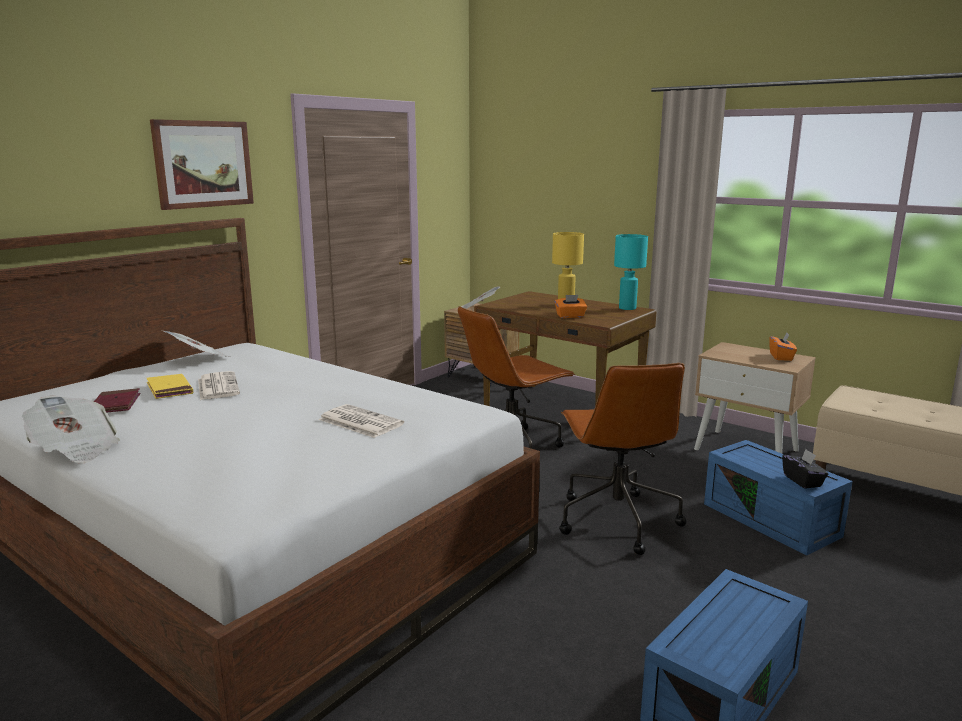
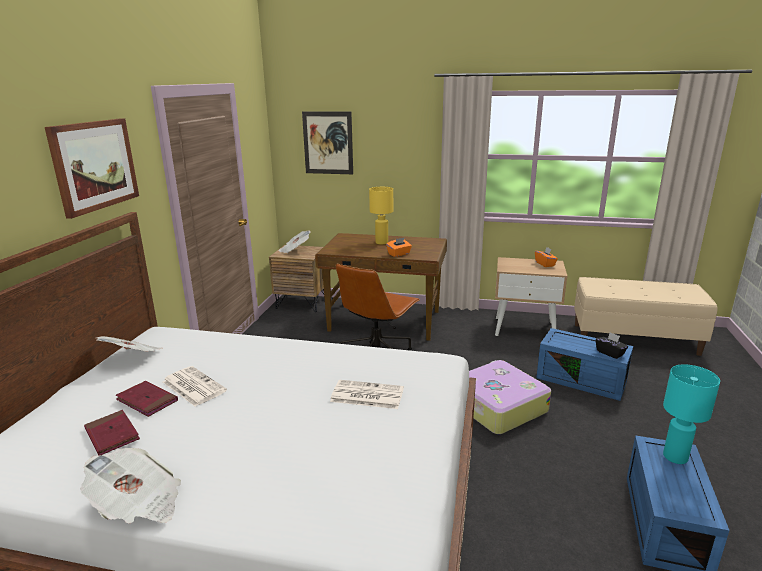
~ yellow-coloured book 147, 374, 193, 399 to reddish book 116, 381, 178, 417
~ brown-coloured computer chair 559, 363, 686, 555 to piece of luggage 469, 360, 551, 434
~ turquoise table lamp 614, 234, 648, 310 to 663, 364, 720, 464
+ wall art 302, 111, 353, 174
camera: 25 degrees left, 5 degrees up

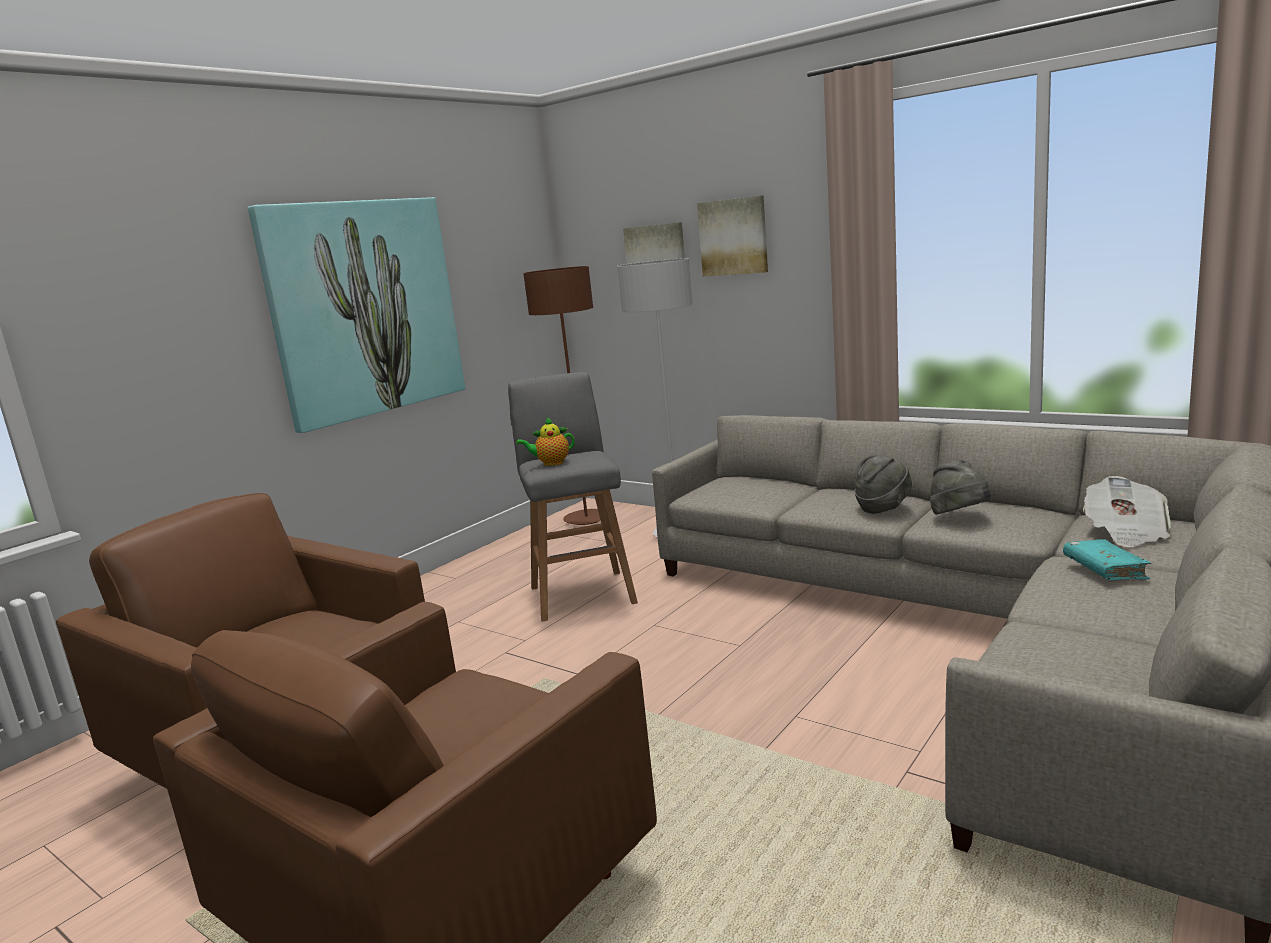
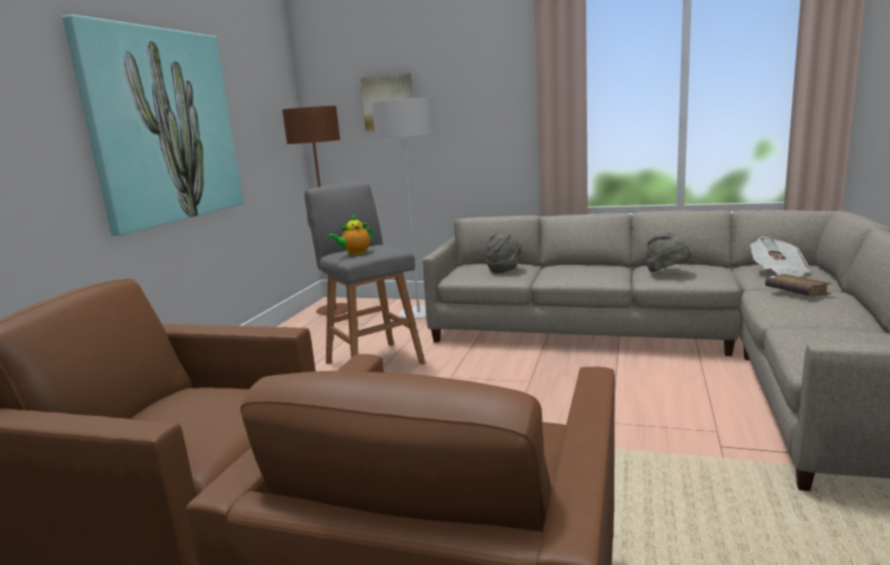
- wall art 697, 195, 768, 276
~ gray clothing hat 854, 455, 912, 514 to 485, 233, 522, 273
~ turquoise book 1063, 539, 1151, 580 to brown-coloured book 765, 274, 831, 297
camera: 20 degrees left, 0 degrees up

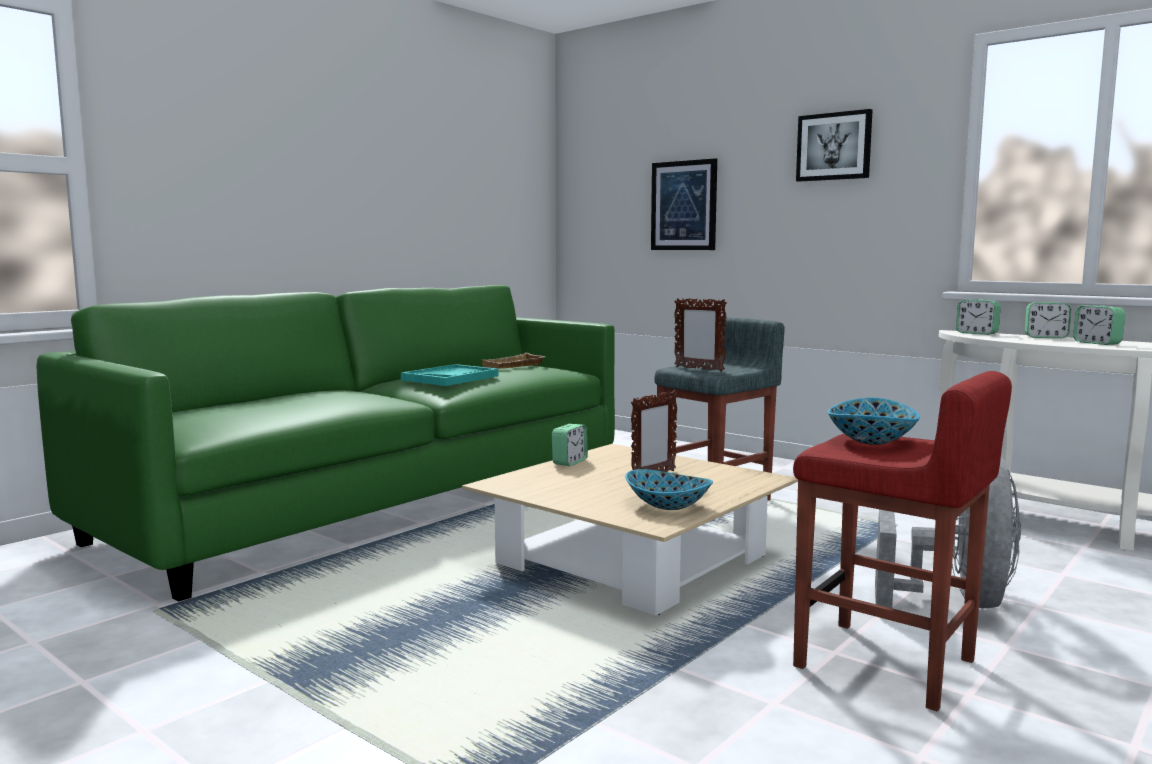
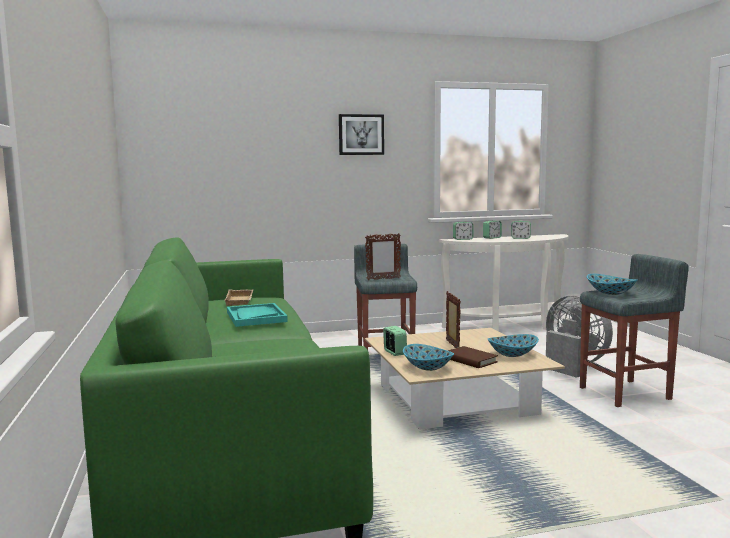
- wall art 651, 158, 717, 250
~ reddish stool 793, 371, 1012, 712 to gray stool 580, 254, 689, 407
+ bowl 403, 344, 454, 371
+ brown-coloured book 448, 346, 498, 368
camera: 55 degrees left, 0 degrees up

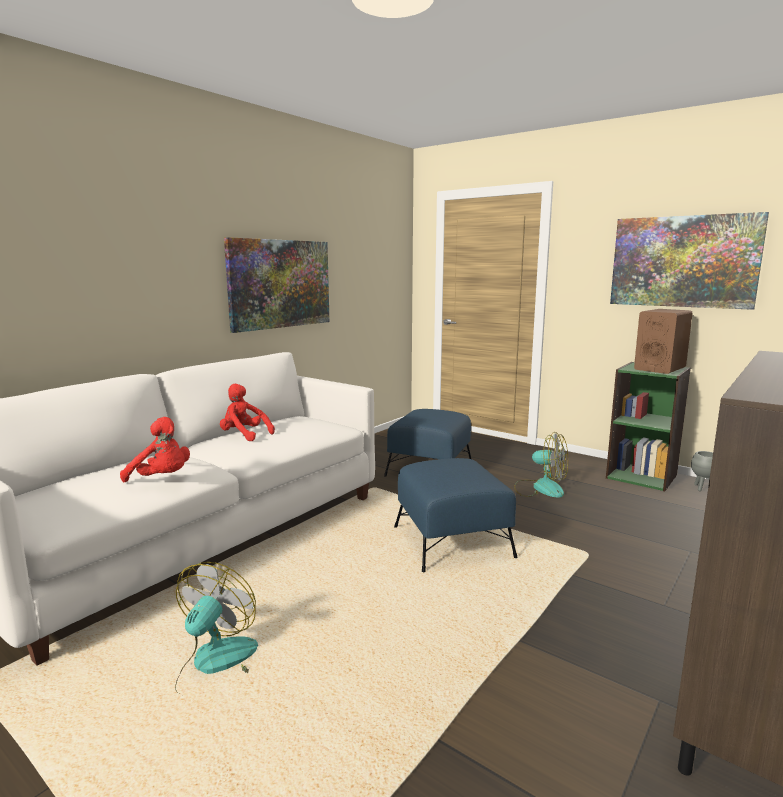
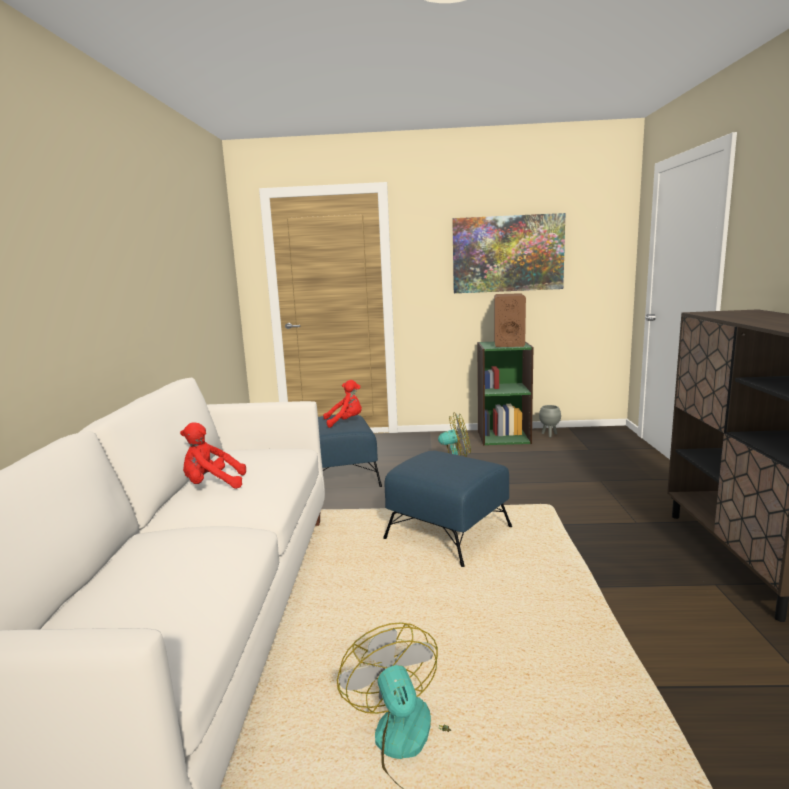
~ reddish cuddly toy 120, 417, 190, 482 to 323, 380, 362, 428
- wall art 224, 237, 330, 333
camera: 35 degrees left, 0 degrees up

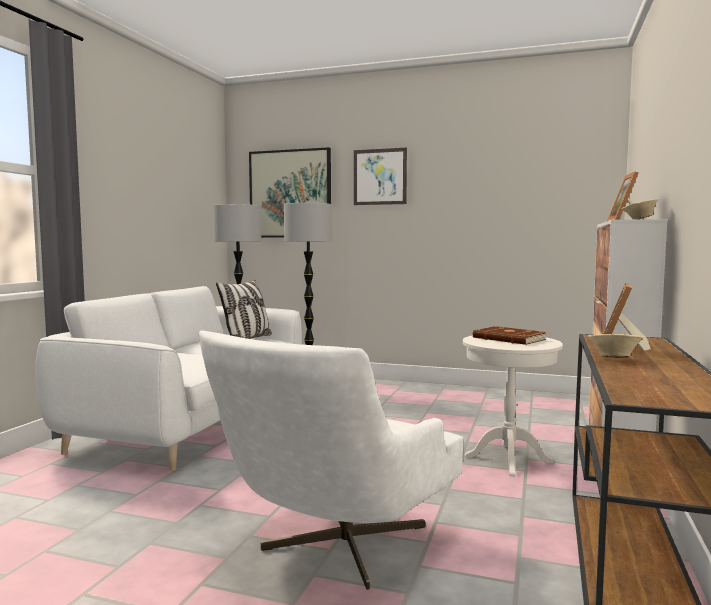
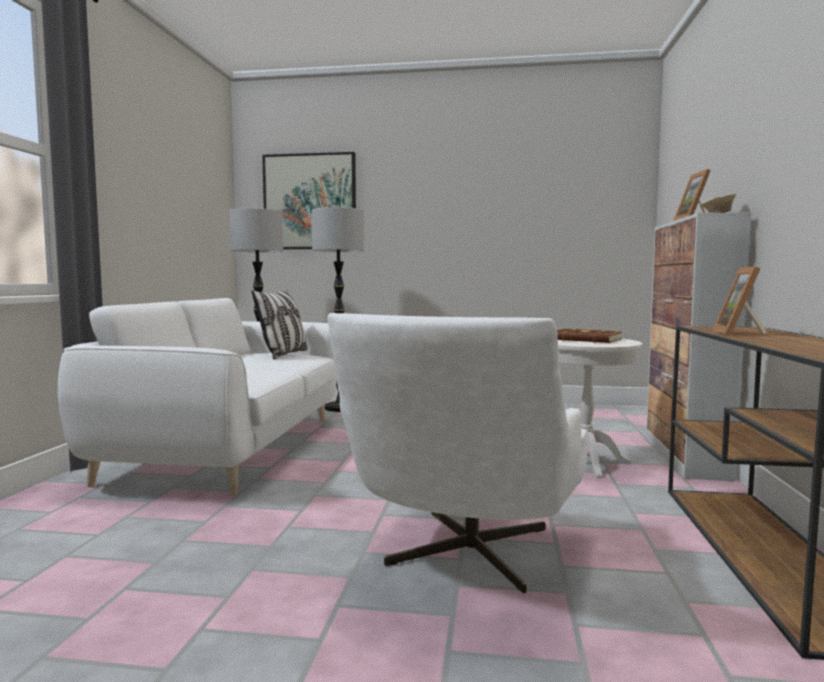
- wall art 354, 148, 407, 205
- sand-coloured bowl 588, 334, 644, 358
camera: 10 degrees left, 0 degrees up

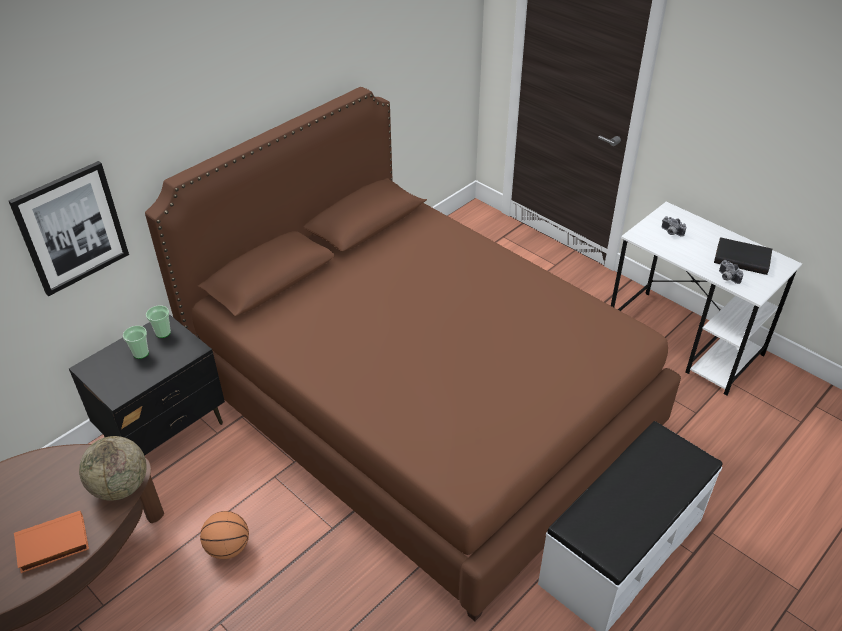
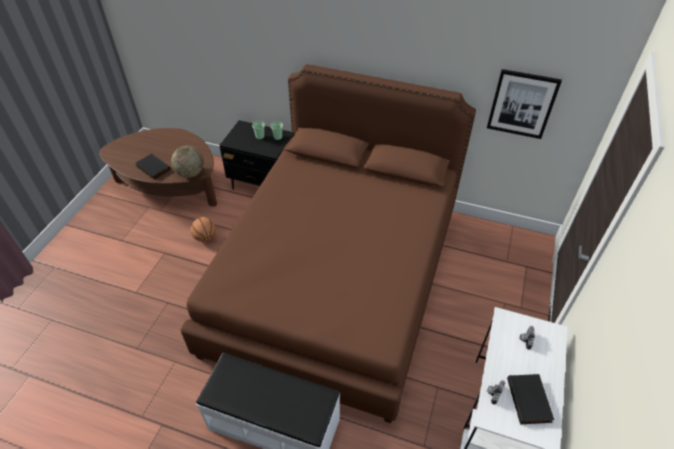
~ wall art 9, 161, 129, 296 to 487, 69, 562, 139
~ orange book 14, 511, 89, 573 to black book 135, 153, 171, 180
camera: 65 degrees right, 5 degrees up

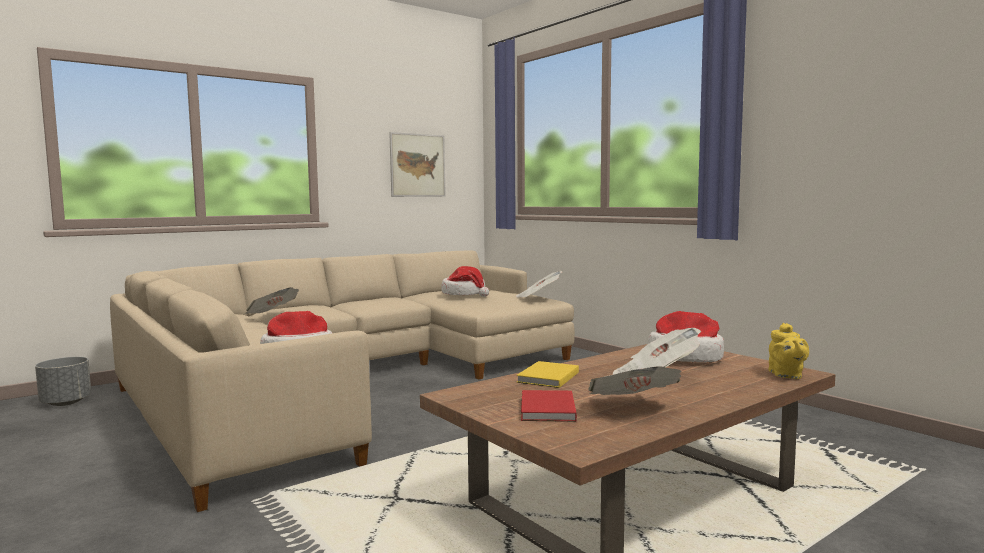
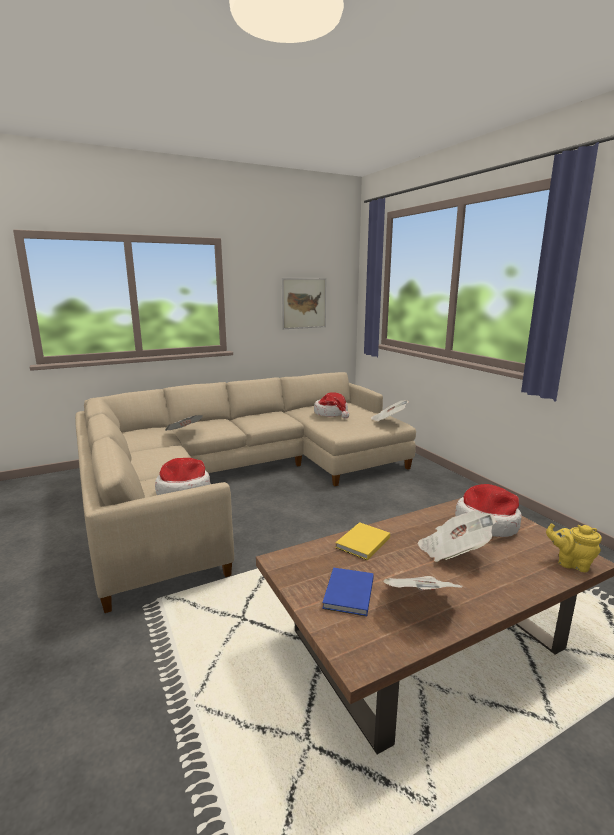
- gray planter 35, 357, 91, 406
~ reddish book 521, 390, 577, 422 to blue-coloured book 322, 567, 374, 616
~ yellow-coloured pot for tea 769, 323, 809, 379 = 546, 523, 602, 572 105 degrees clockwise
camera: 10 degrees right, 10 degrees up

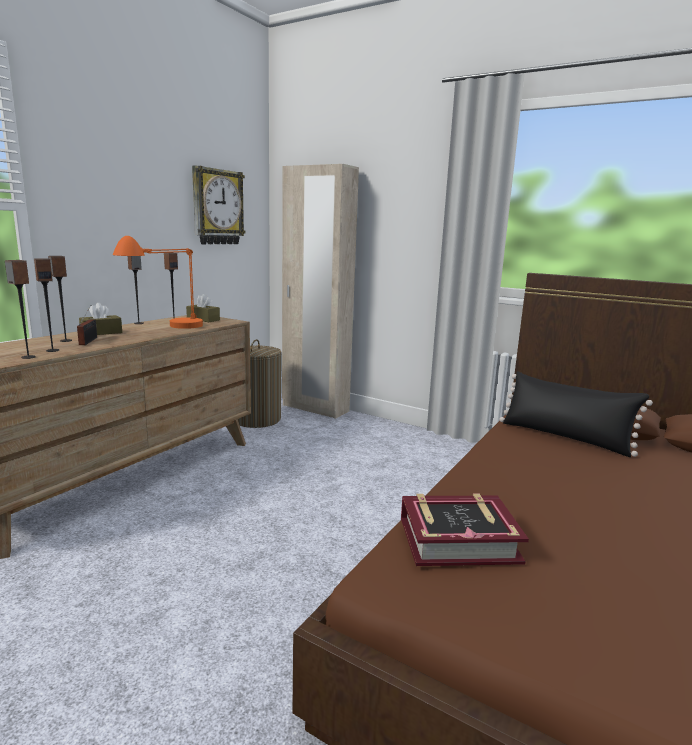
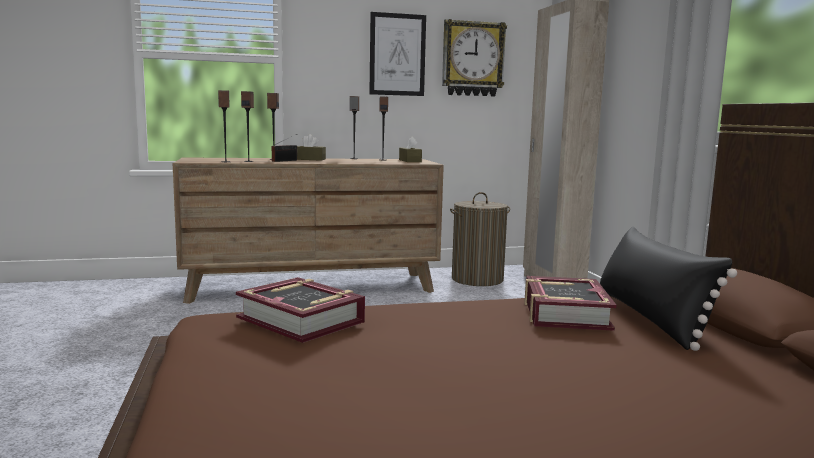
- orange table lamp 113, 236, 203, 329
+ wall art 370, 12, 426, 96
+ book 524, 276, 617, 331
camera: 45 degrees right, 5 degrees down

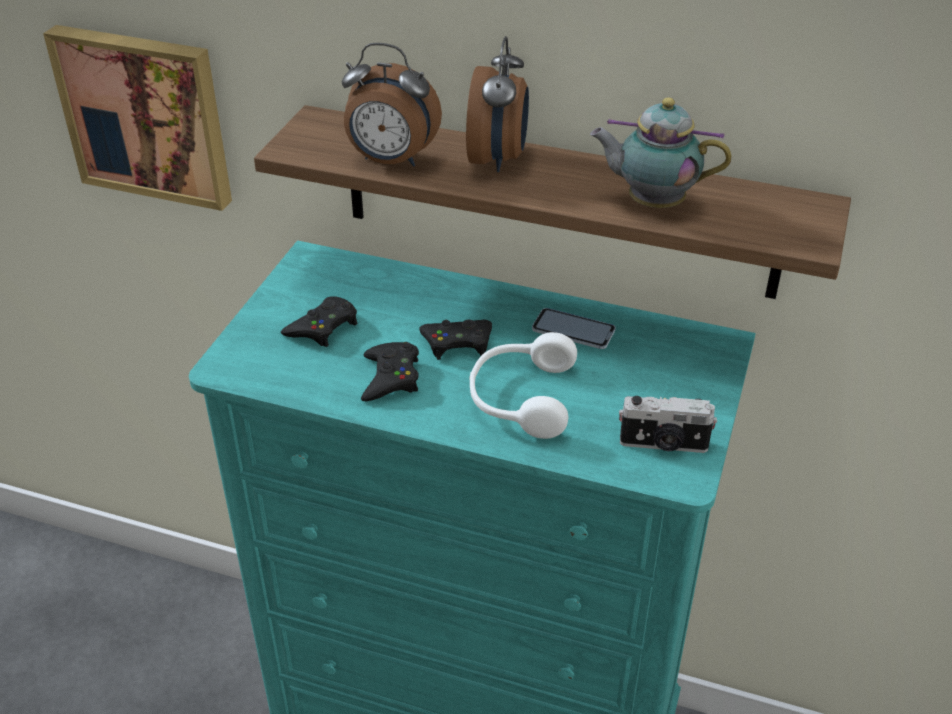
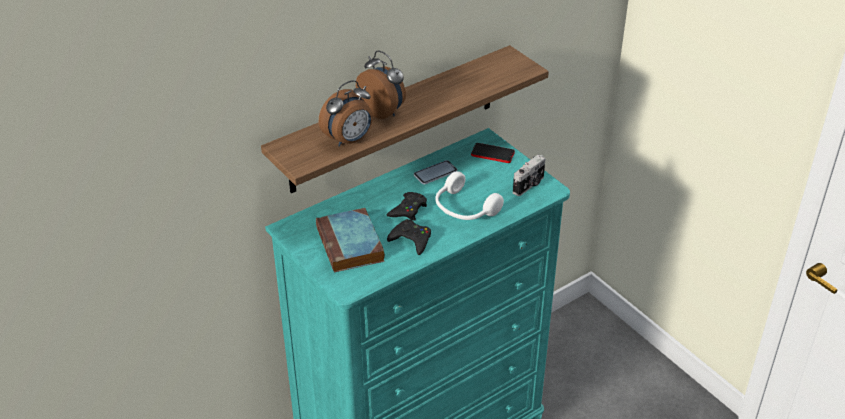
- wall art 43, 25, 232, 211
~ black gamepad 281, 296, 357, 347 to book 316, 208, 385, 273
- pot for tea 590, 98, 732, 208
+ phone 471, 143, 515, 163
camera: 55 degrees left, 0 degrees up

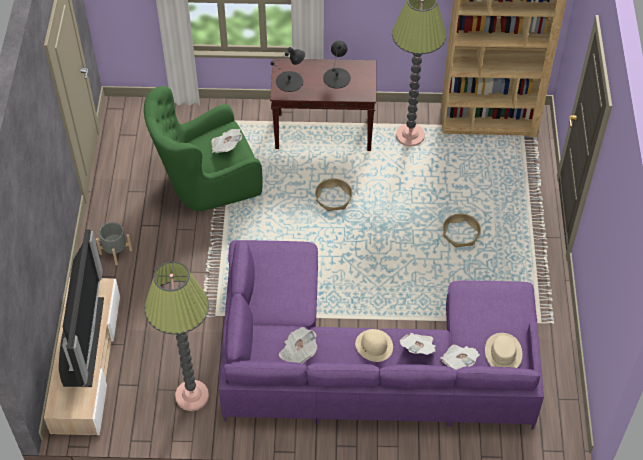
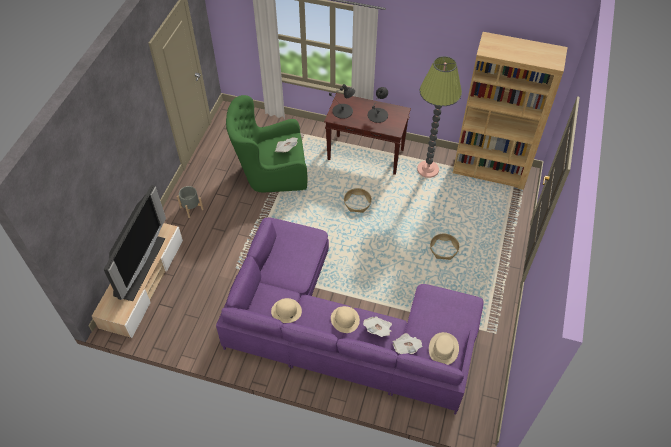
- standard lamp 144, 261, 209, 411
~ printed paper 279, 327, 317, 364 to sand-coloured clothing hat 271, 298, 302, 323
camera: 15 degrees right, 0 degrees up

